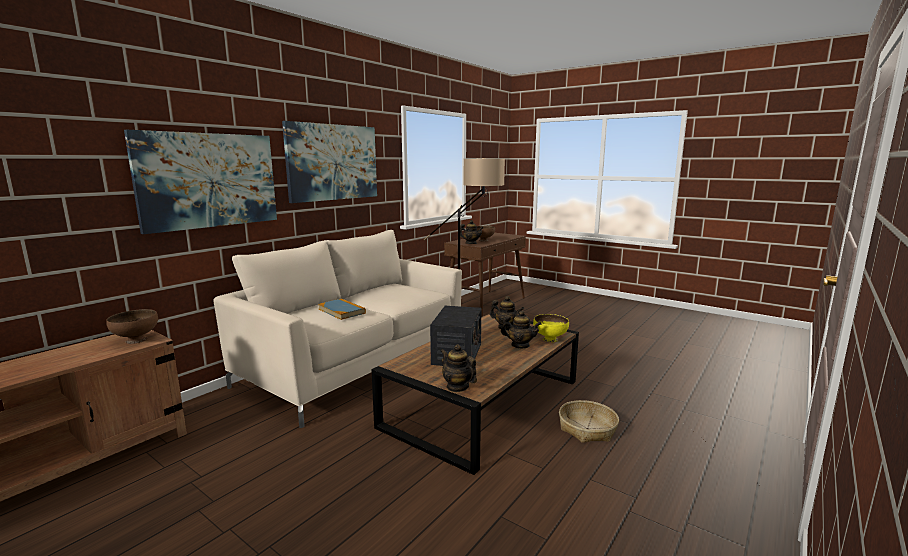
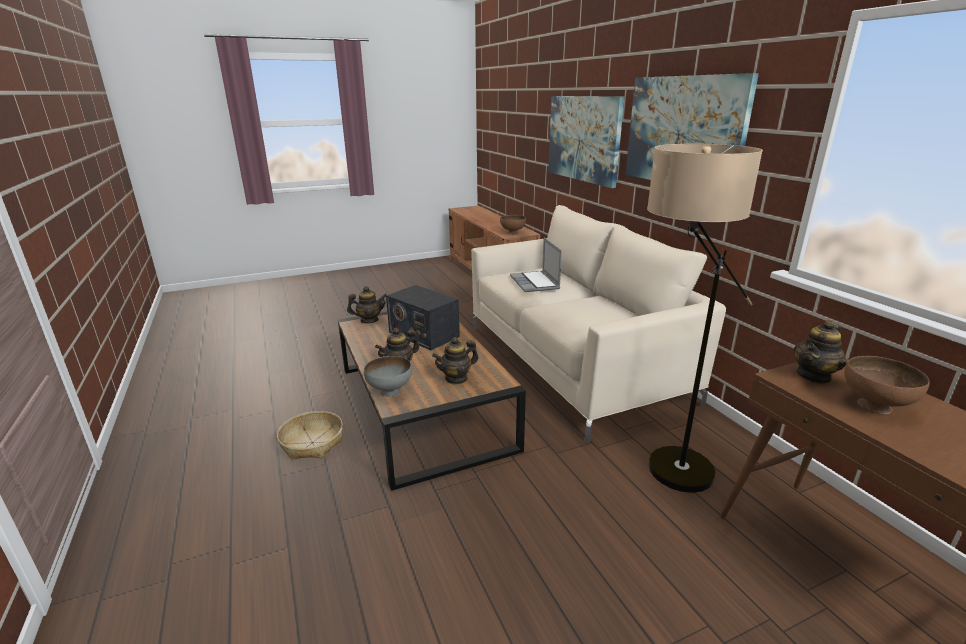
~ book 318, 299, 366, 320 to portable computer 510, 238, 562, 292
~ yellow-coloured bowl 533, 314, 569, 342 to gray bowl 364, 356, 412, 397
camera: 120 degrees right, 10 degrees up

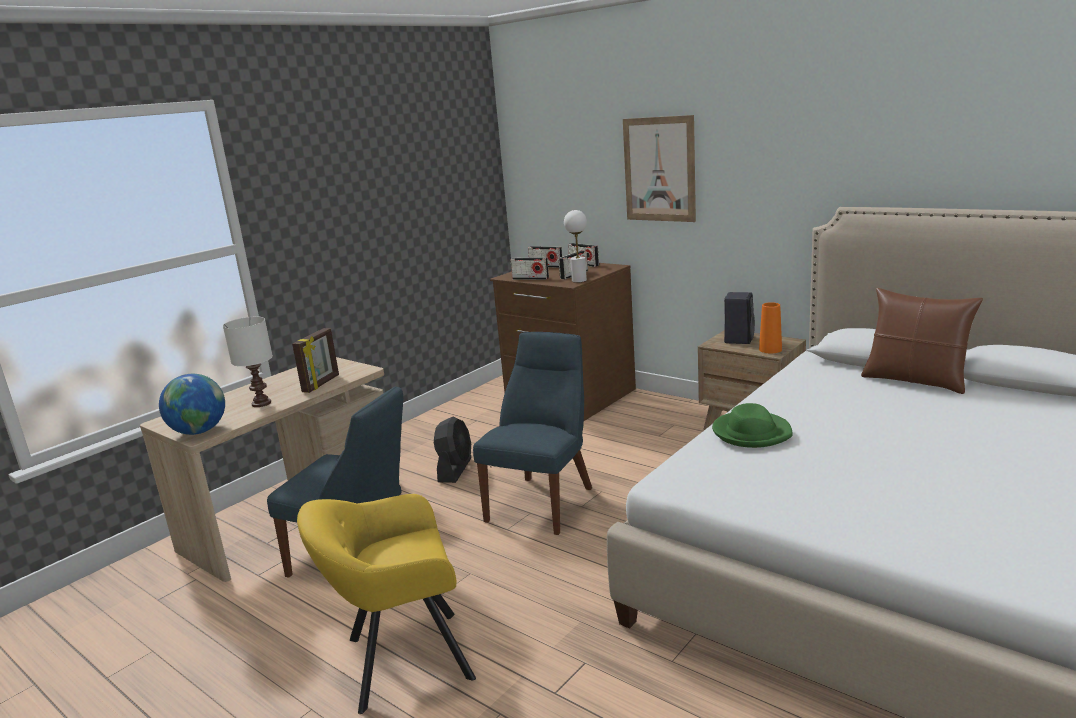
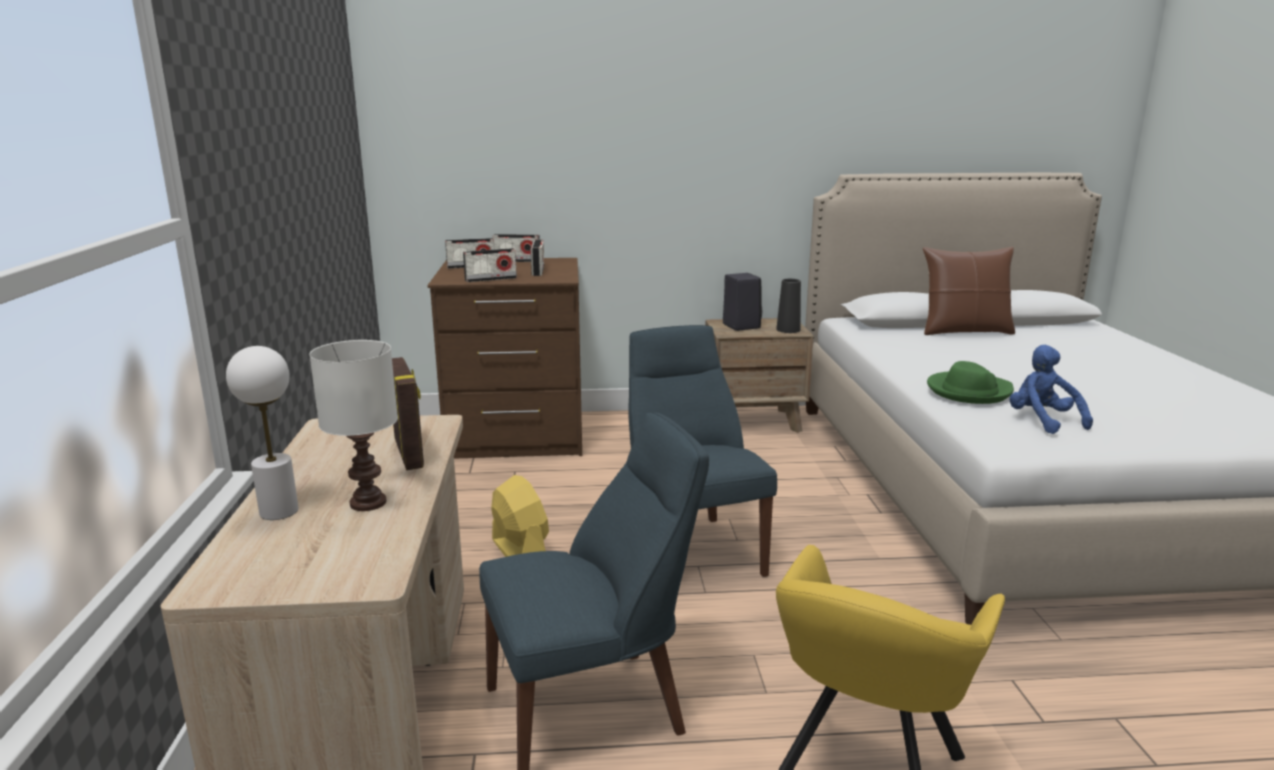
- globe 159, 374, 225, 435
~ black fan 434, 417, 471, 483 to yellow-coloured fan 491, 475, 549, 557
~ whitish table lamp 564, 210, 587, 283 to 226, 346, 299, 520
- wall art 623, 115, 696, 222
~ orange vase 759, 302, 782, 353 to black vase 776, 279, 801, 333
+ blue-coloured cuddly toy 1010, 345, 1093, 434
camera: 45 degrees left, 0 degrees up

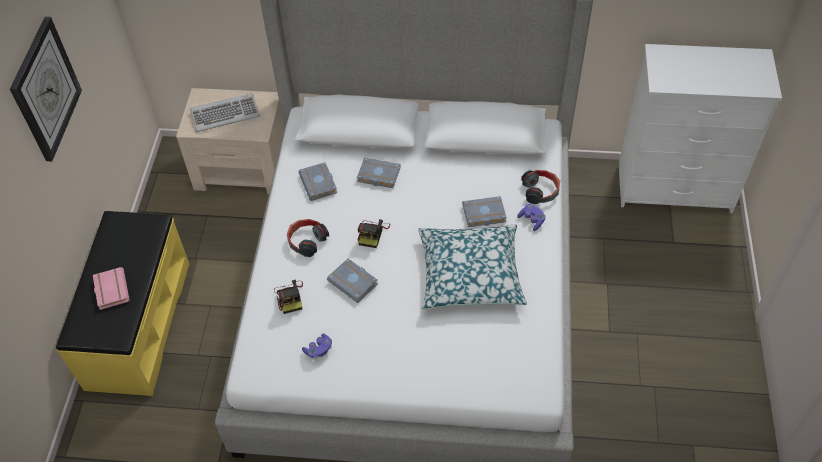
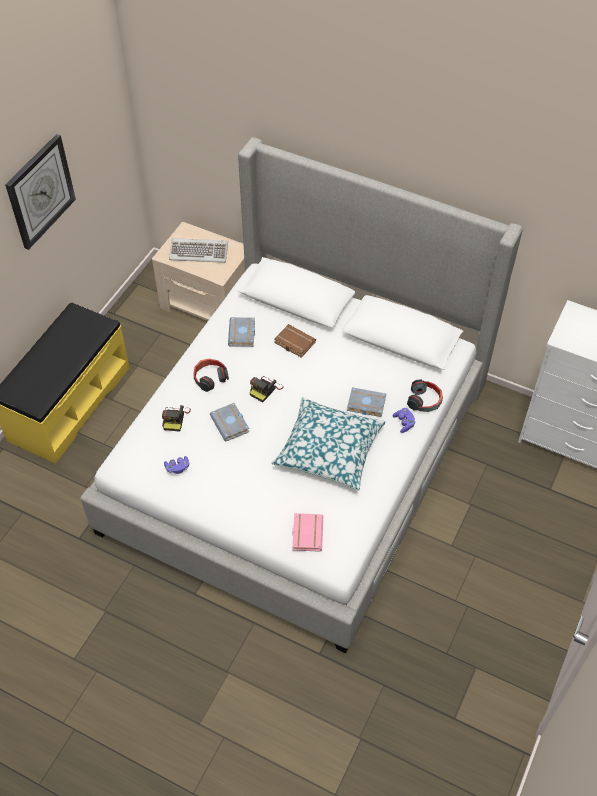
~ pink-coloured book 93, 267, 129, 310 to 292, 513, 323, 552
~ gray book 357, 158, 401, 188 to brown-coloured book 274, 324, 316, 358
camera: 20 degrees right, 0 degrees up

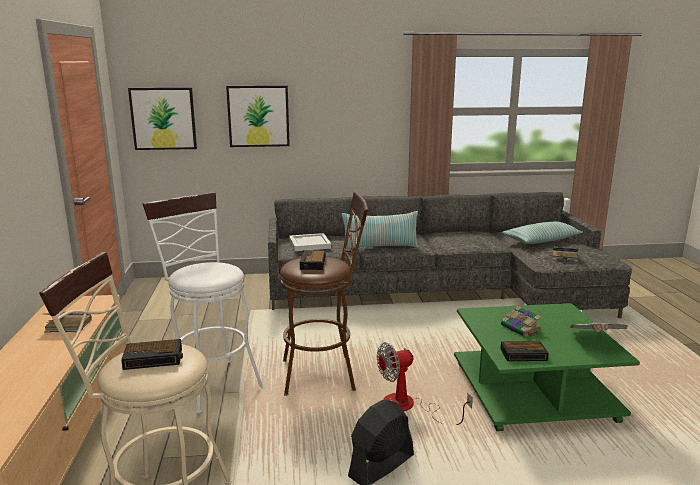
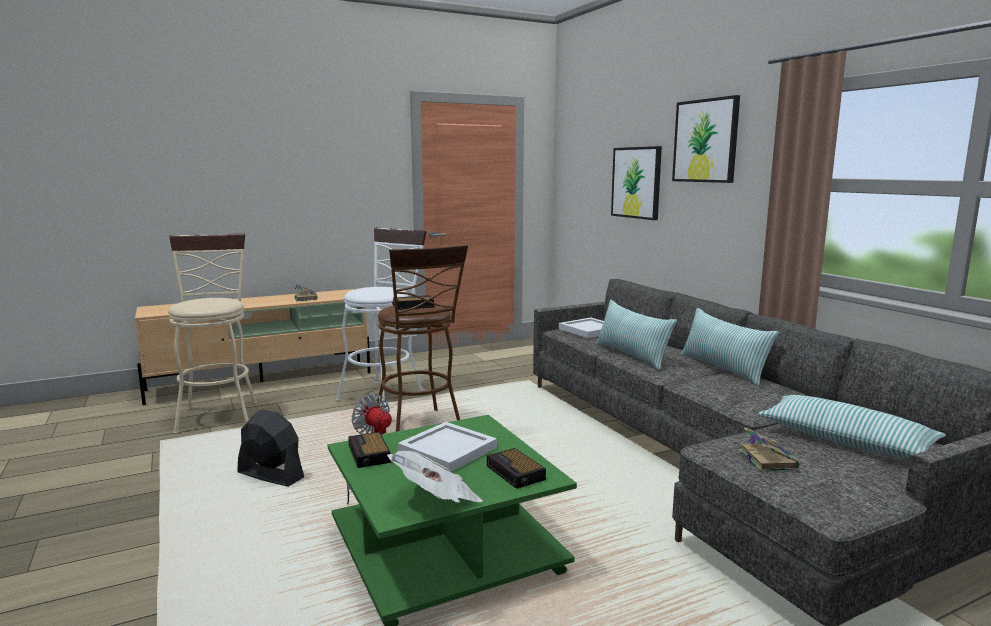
~ alarm clock 121, 339, 183, 370 to 487, 448, 546, 489
~ wall art 128, 87, 197, 150 to 672, 95, 740, 183
~ book 501, 306, 542, 337 to whitish carrying tray 398, 422, 497, 472
+ throw pillow 680, 308, 779, 386
camera: 70 degrees right, 5 degrees down

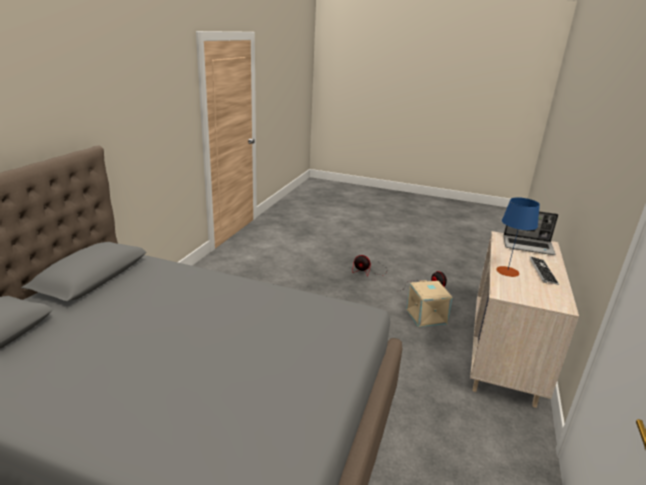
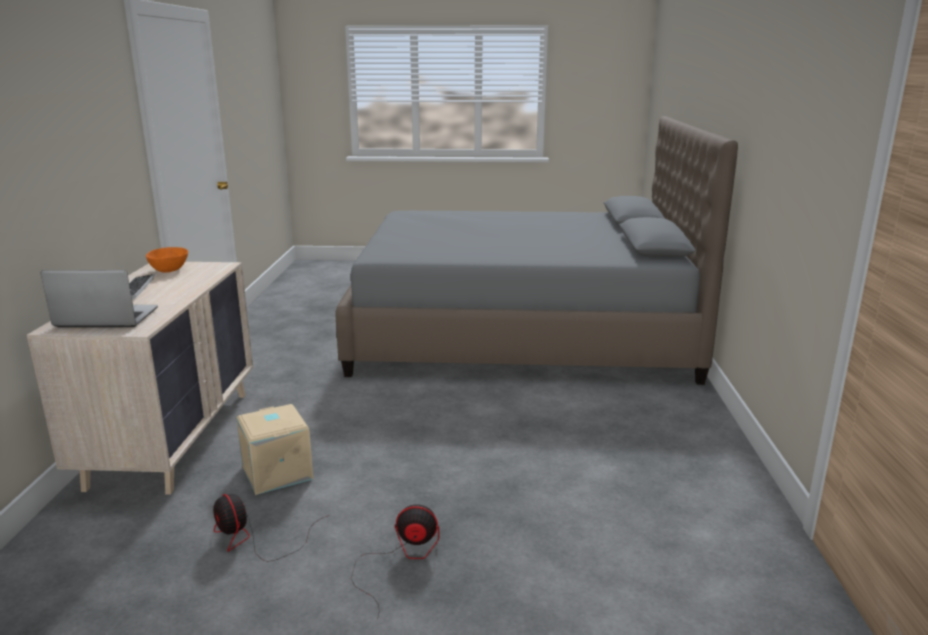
- blue-coloured table lamp 496, 197, 540, 277
+ orange bowl 146, 247, 188, 272
camera: 165 degrees right, 5 degrees down

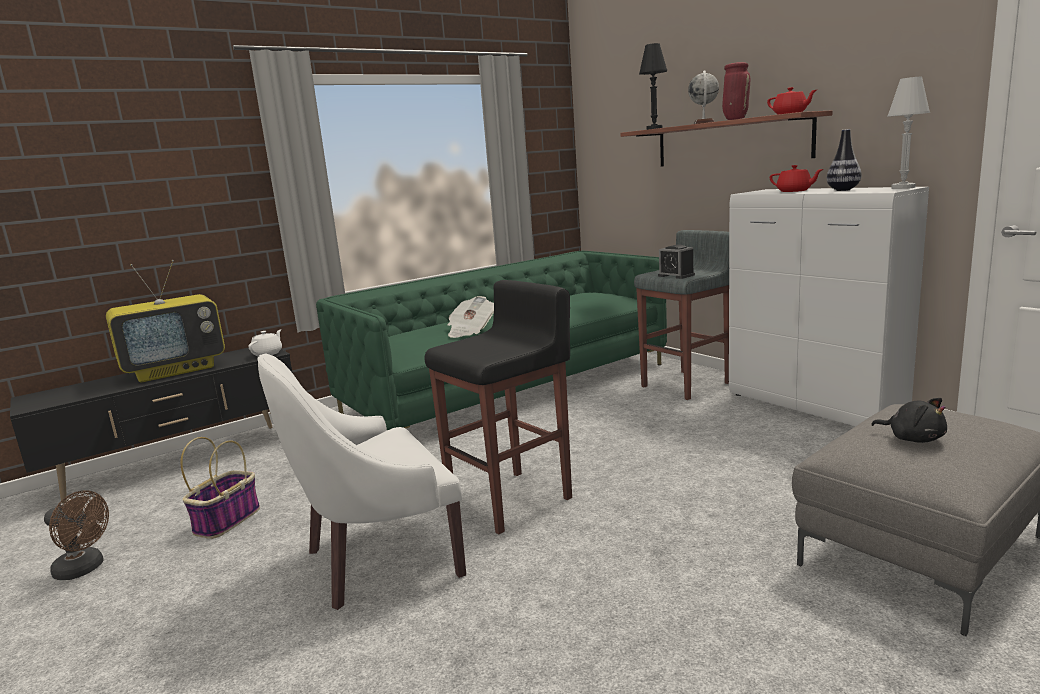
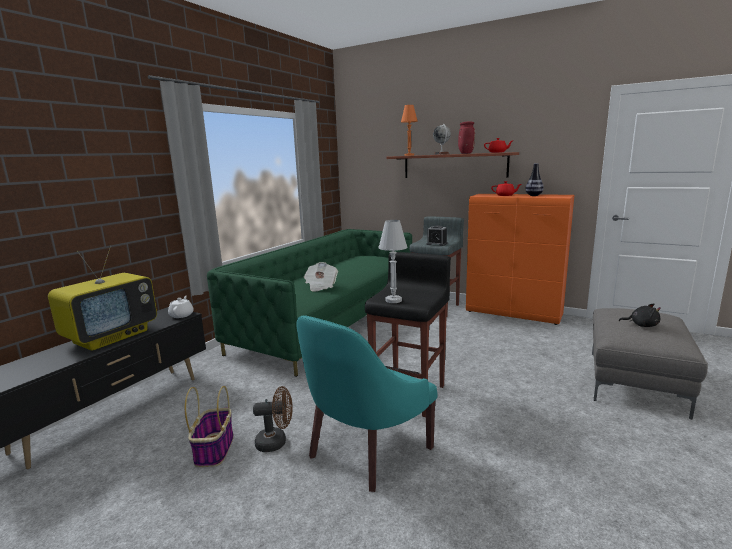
~ brown-coloured fan 44, 491, 109, 580 to 253, 386, 293, 452
~ whitish easy chair 258, 353, 466, 610 to turquoise easy chair 296, 315, 437, 492
~ black table lamp 639, 43, 667, 130 to orange table lamp 401, 105, 418, 156
~ whitish cupboard 729, 187, 929, 426 to orange cupboard 466, 194, 574, 325
~ whitish table lamp 887, 77, 930, 189 to 378, 220, 407, 303
camera: 25 degrees left, 0 degrees up

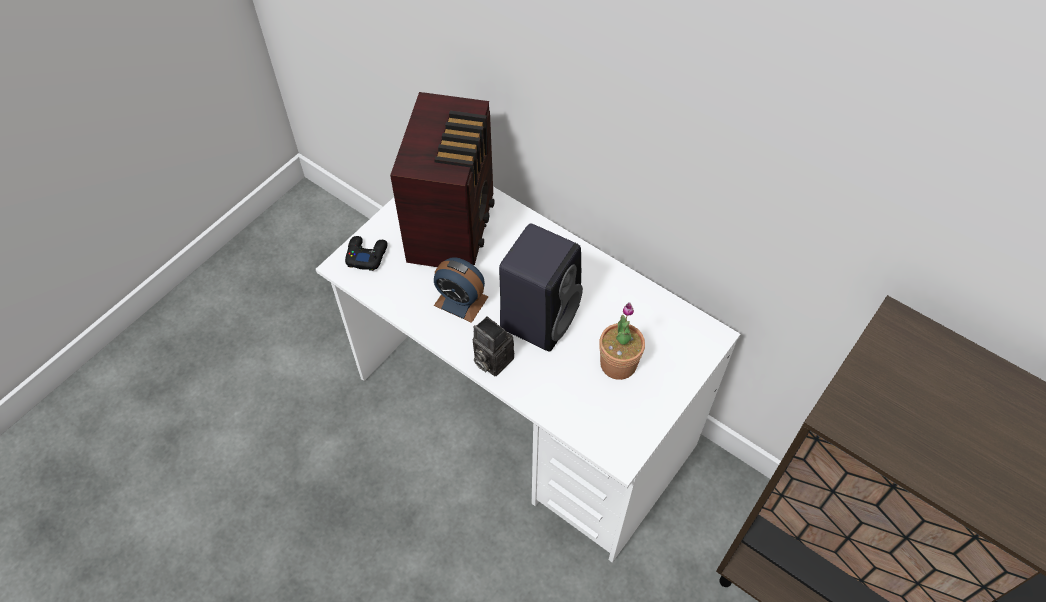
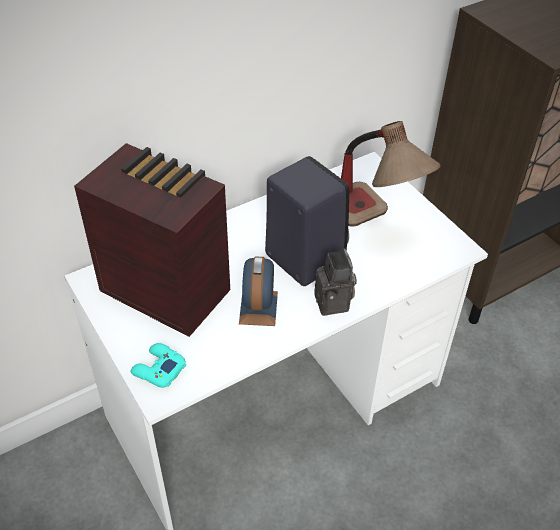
~ black gamepad 345, 236, 388, 271 to turquoise gamepad 130, 343, 186, 388
~ alarm clock 434, 257, 488, 323 = 239, 256, 278, 326 135 degrees clockwise
~ still camera 473, 316, 514, 376 = 314, 248, 357, 316 75 degrees counterclockwise
~ plant in a pot 599, 302, 645, 380 to table lamp 341, 121, 440, 227
camera: 70 degrees left, 10 degrees down

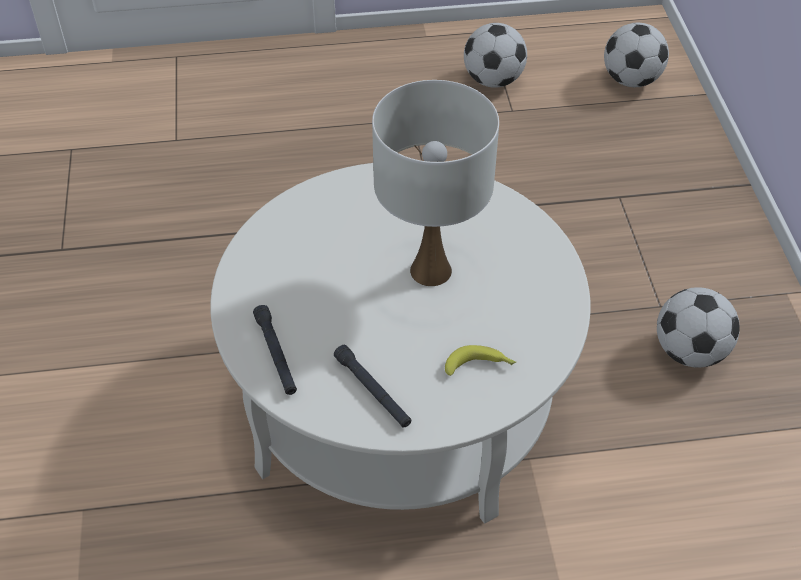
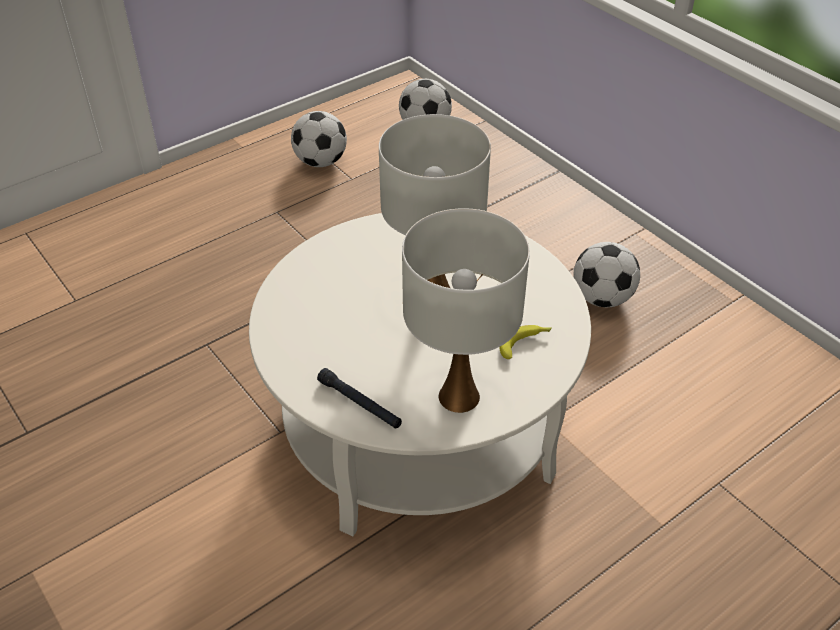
~ black hand torch 334, 345, 411, 427 to whitish table lamp 402, 208, 530, 413
camera: 30 degrees left, 5 degrees down

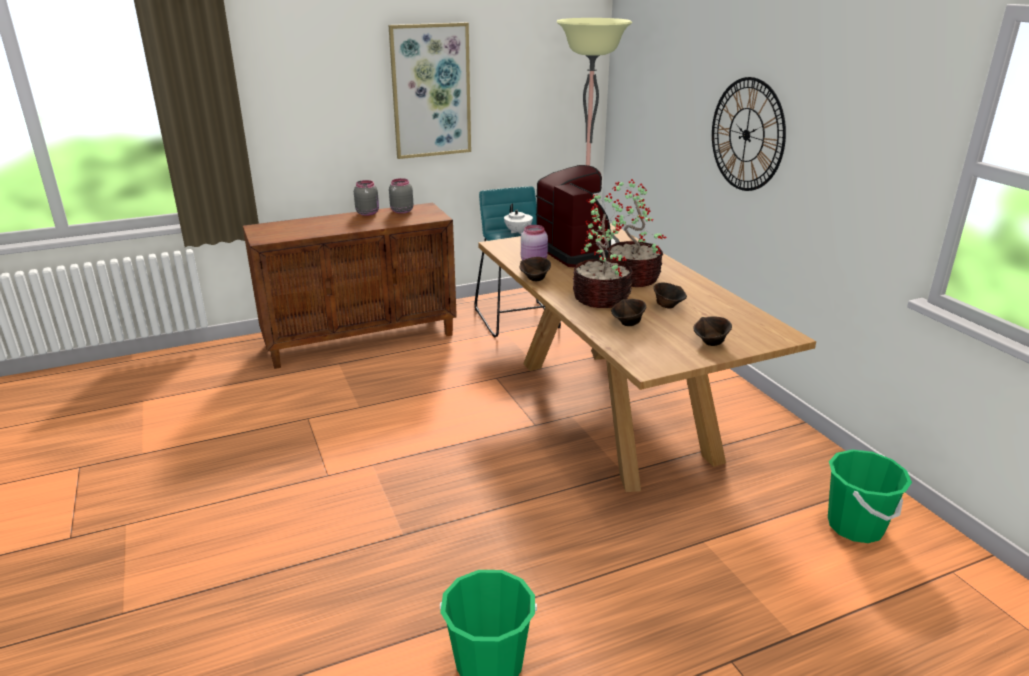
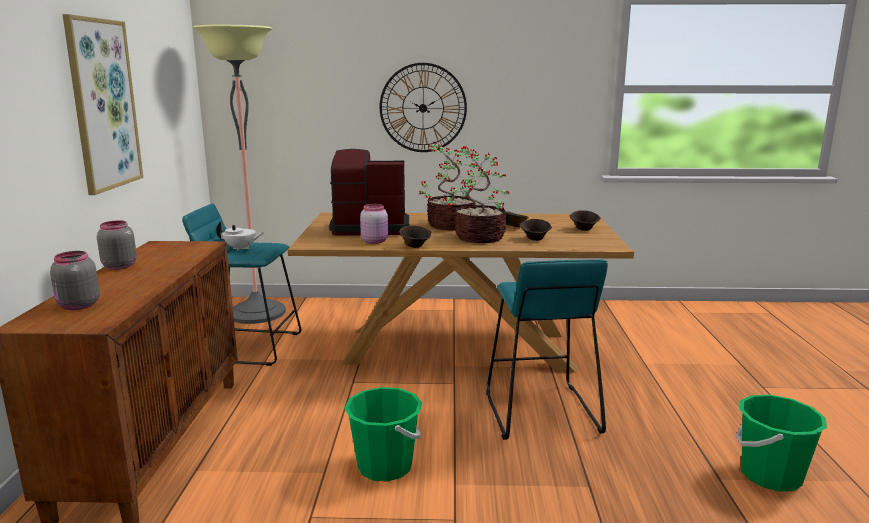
~ gray storage jar 389, 178, 413, 214 to 50, 251, 100, 310
~ greenish water bucket 828, 449, 912, 543 to 344, 387, 422, 482
+ turquoise stool 486, 259, 608, 440
camera: 65 degrees left, 10 degrees down

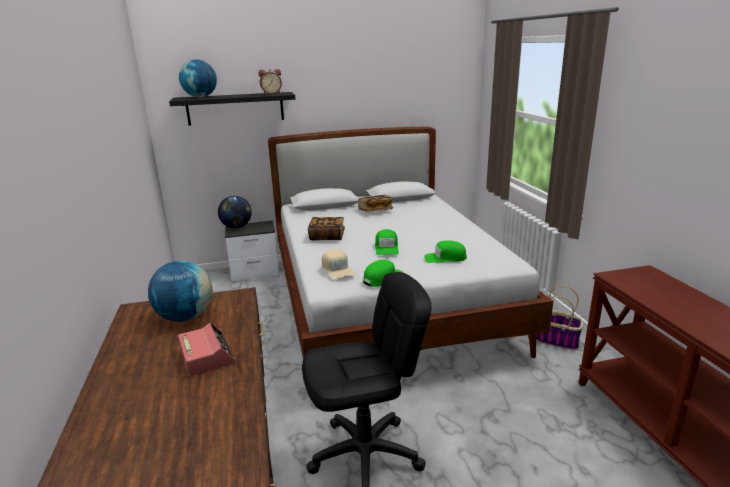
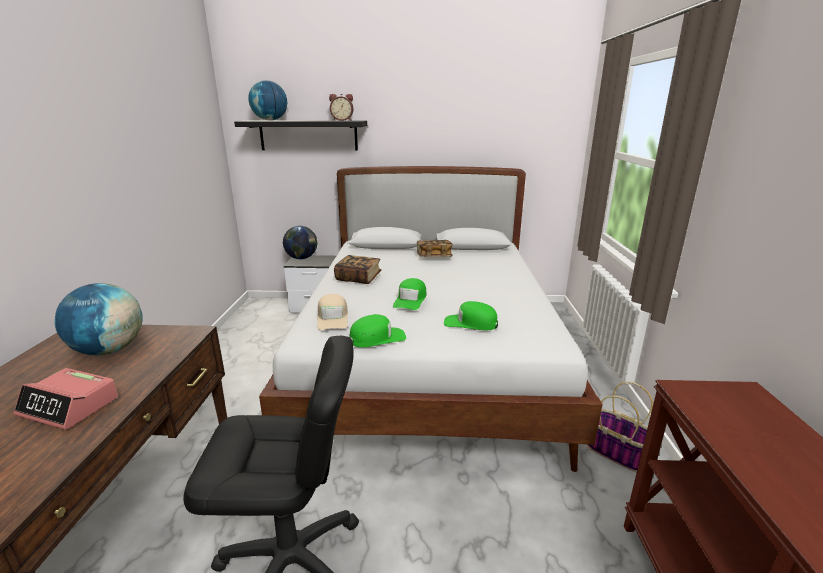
~ alarm clock 178, 323, 236, 377 = 14, 368, 119, 430 120 degrees clockwise
camera: 15 degrees right, 0 degrees up

